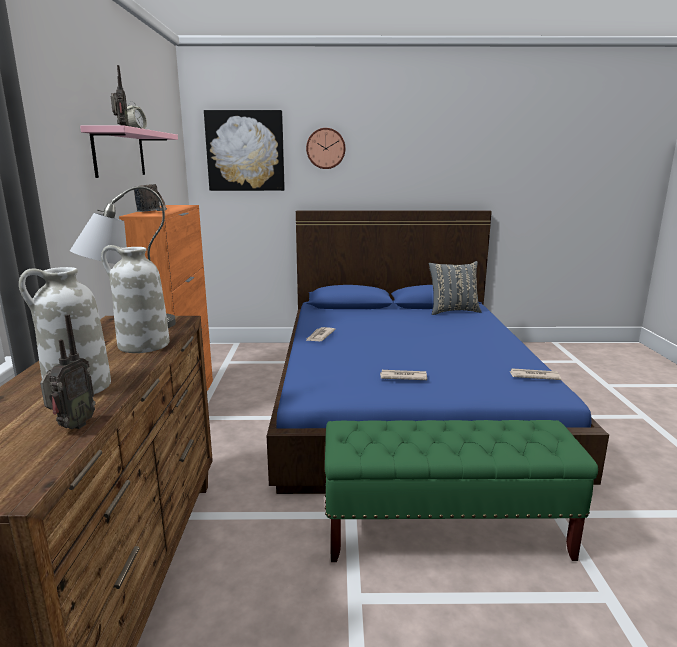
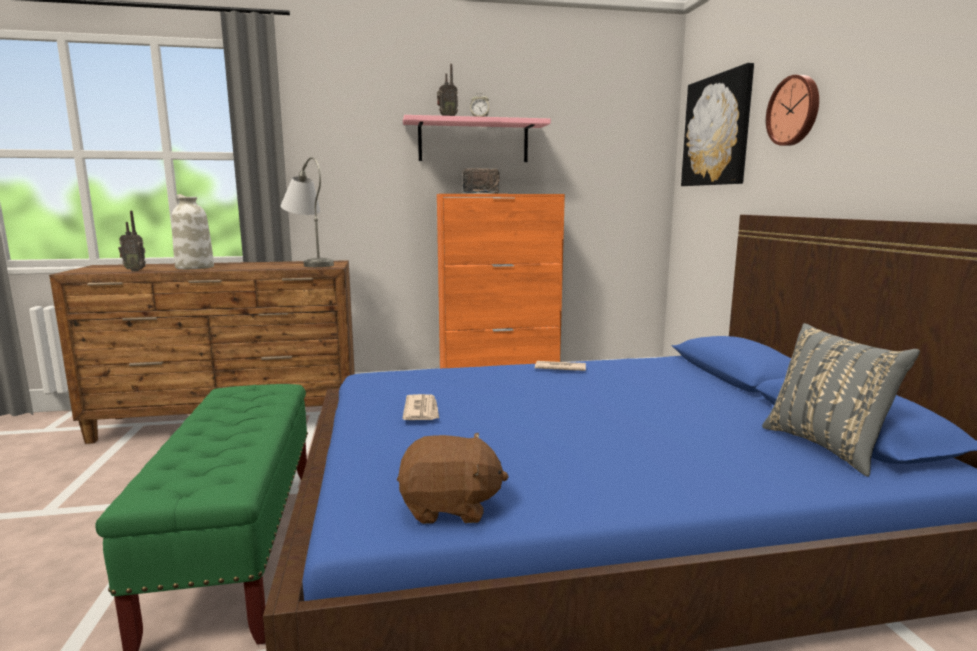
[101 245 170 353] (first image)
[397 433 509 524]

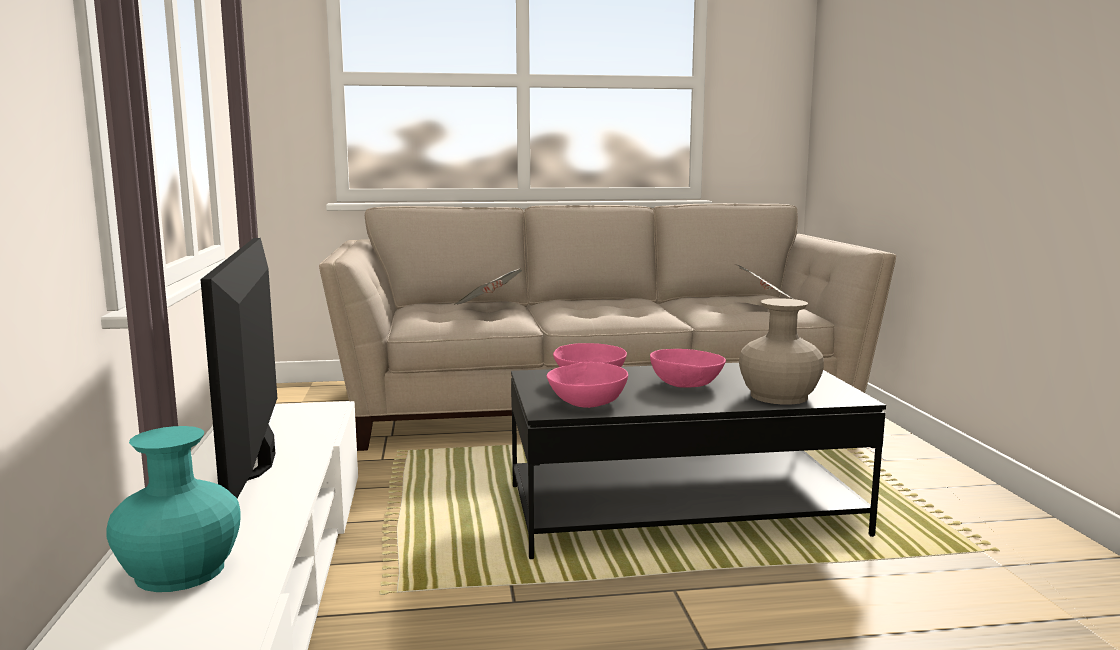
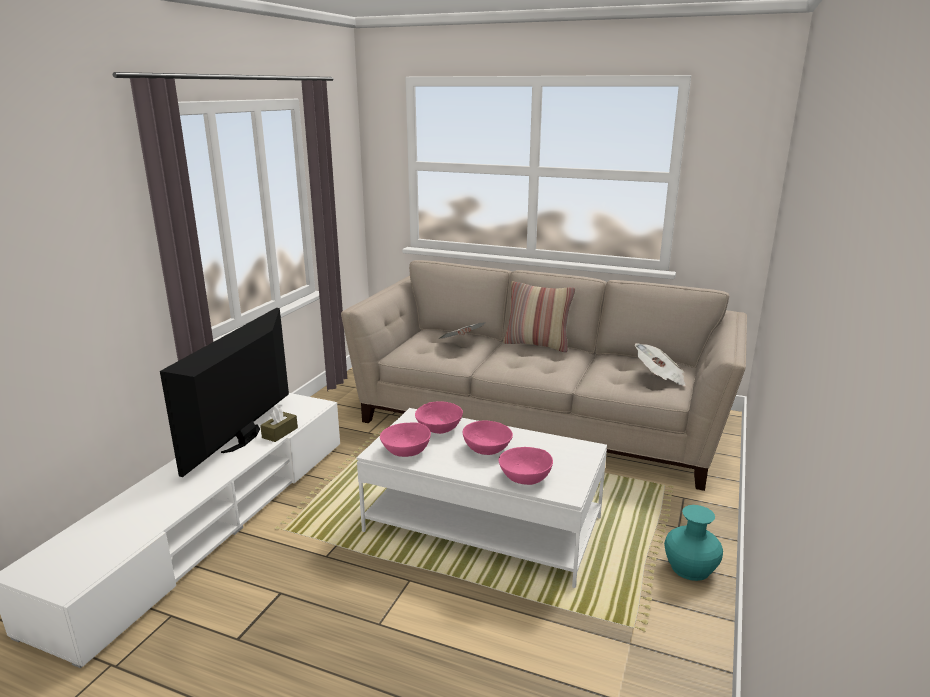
[664 505 723 581]
[357 408 607 588]
[499 447 553 485]
[260 407 298 442]
[503 281 575 352]

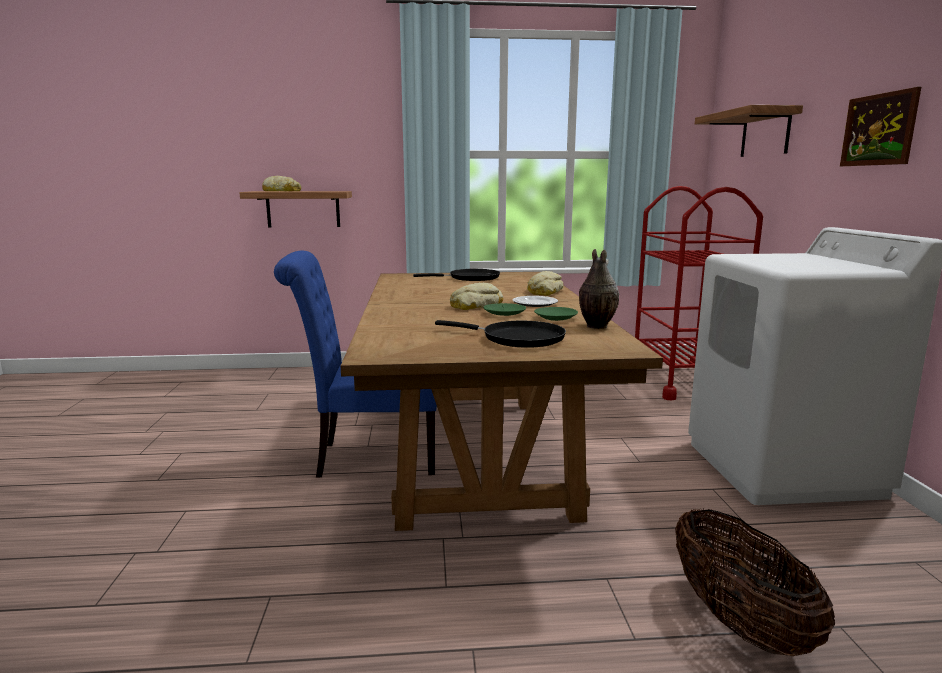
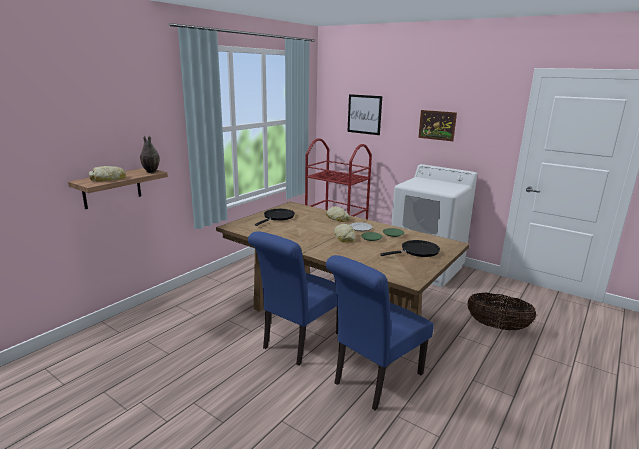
[140 136 160 173]
[347 94 382 135]
[326 255 434 410]

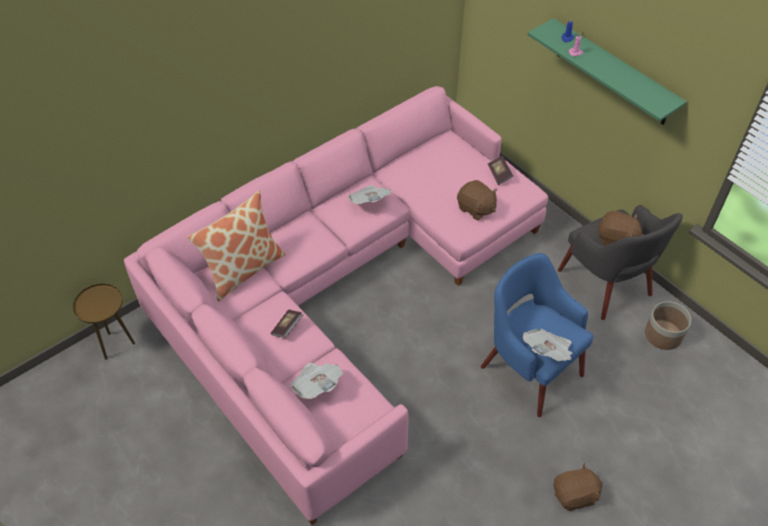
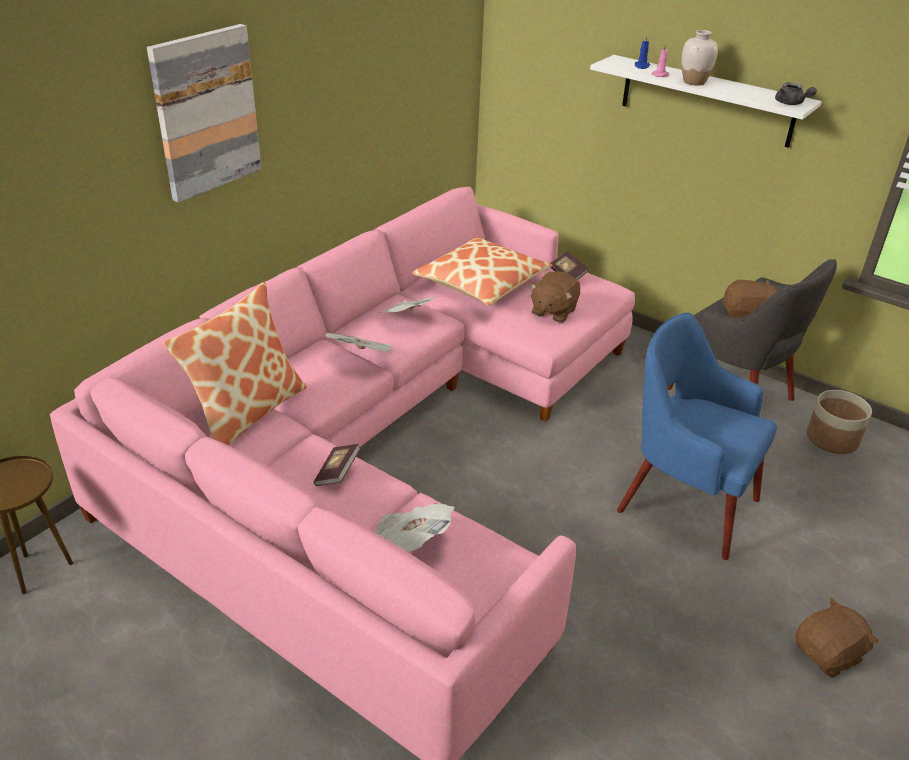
[530 271 580 323]
[325 333 393 353]
[590 55 822 148]
[147 24 262 203]
[412 236 552 306]
[682 30 718 85]
[775 82 817 105]

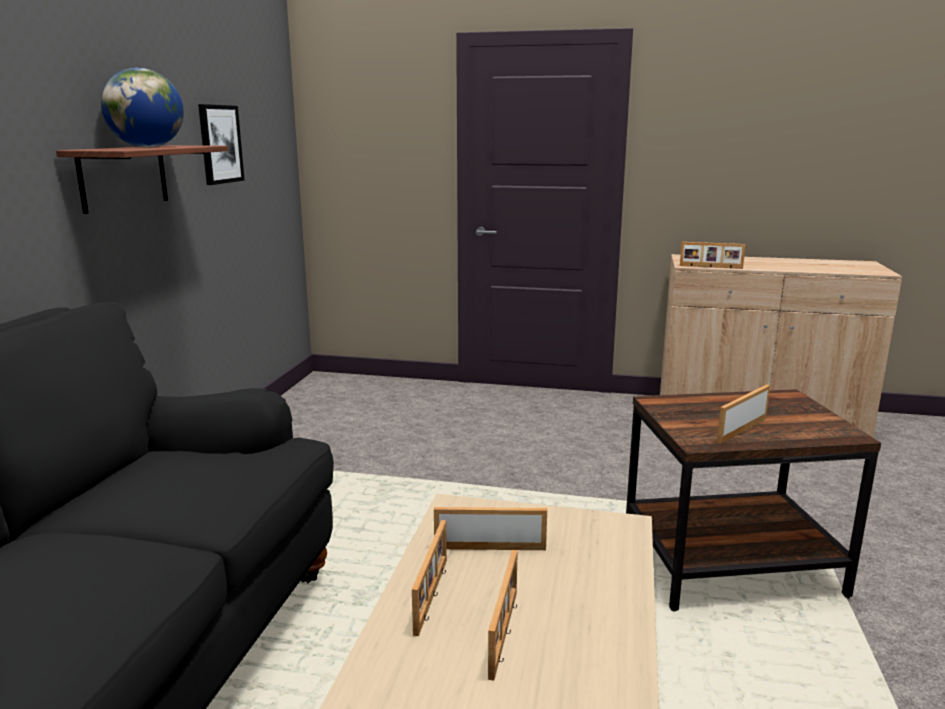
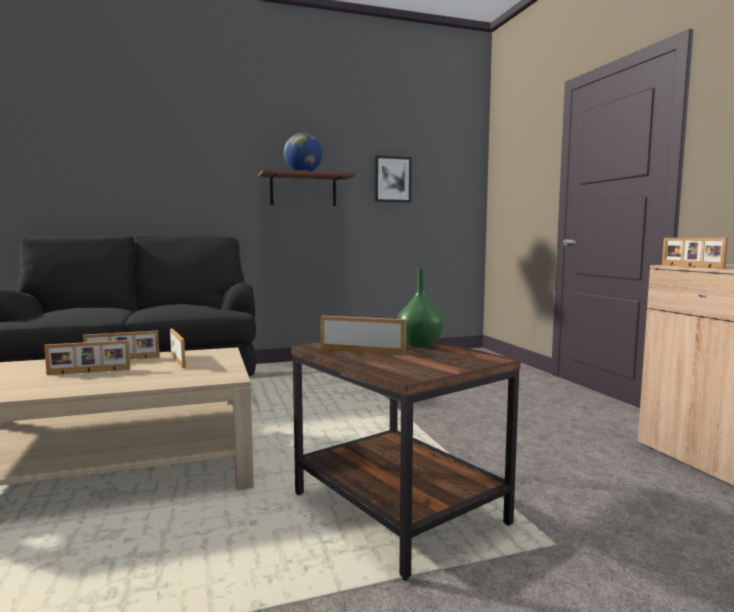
[397 268 444 347]

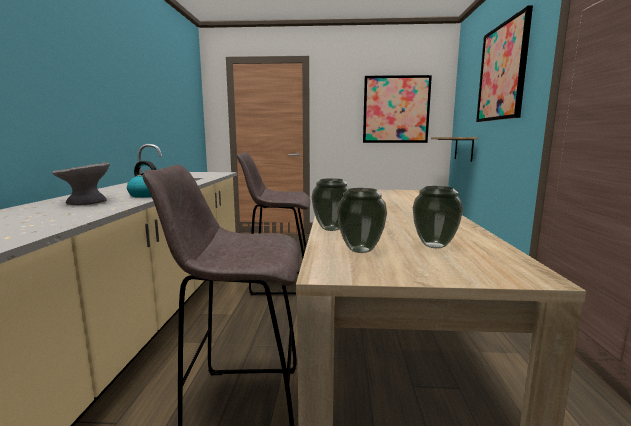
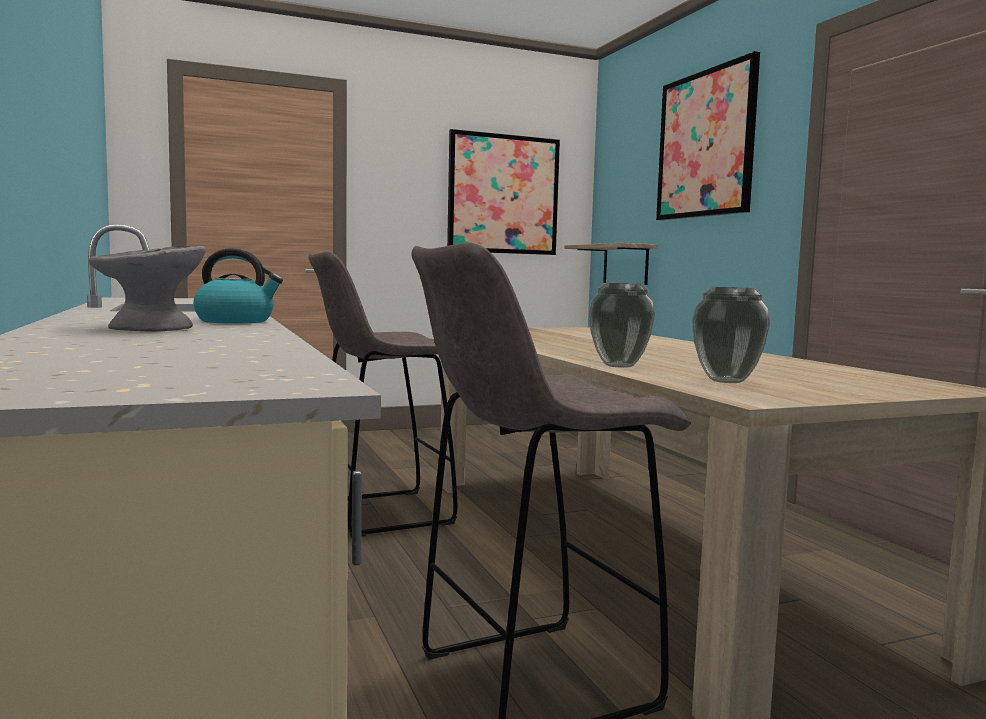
[413 186 463 248] (first image)

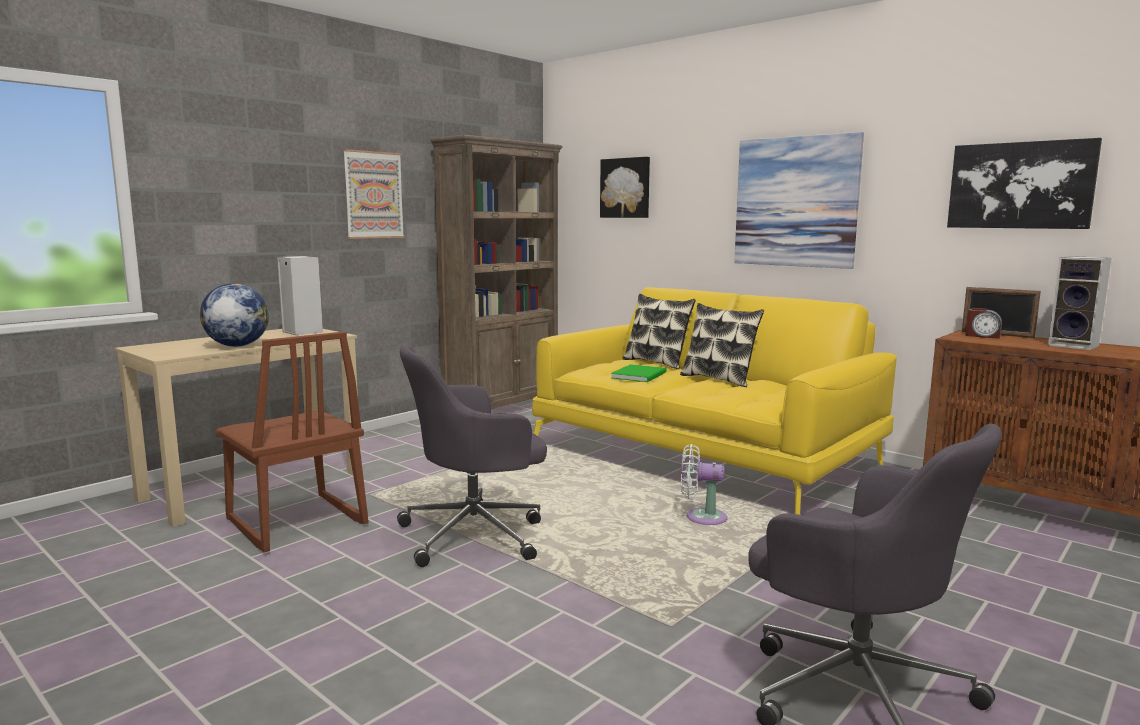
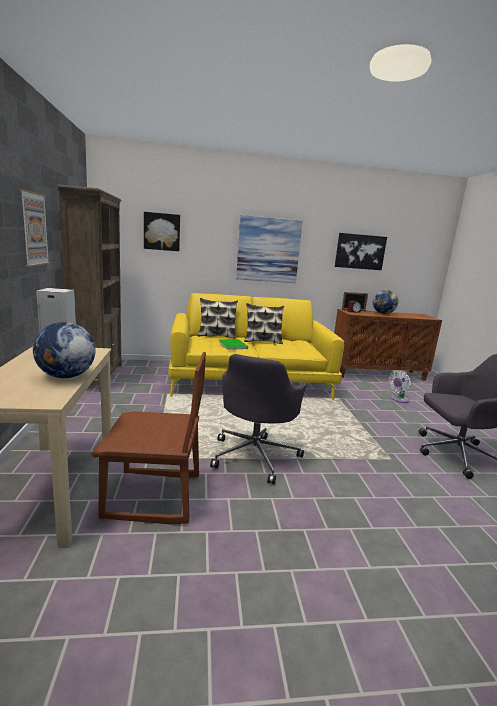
[389 370 411 403]
[373 290 398 314]

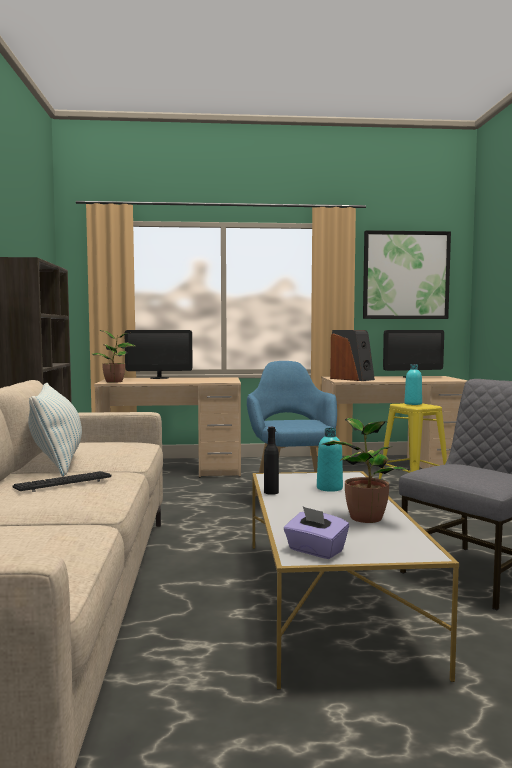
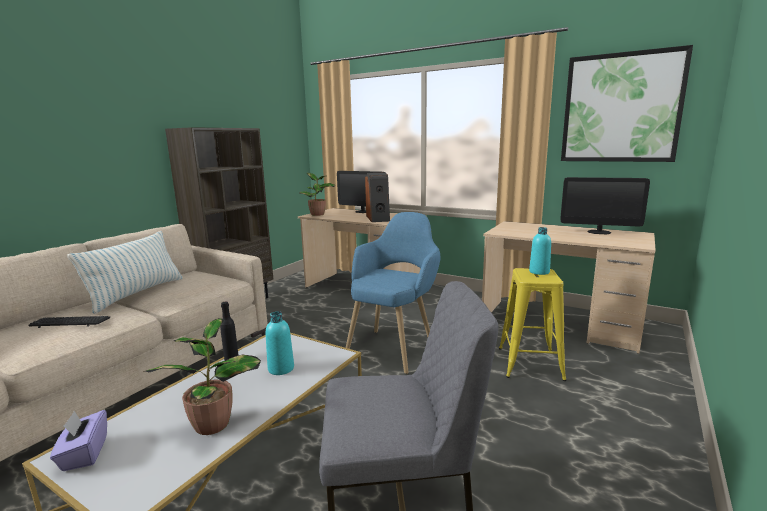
[365 173 390 222]

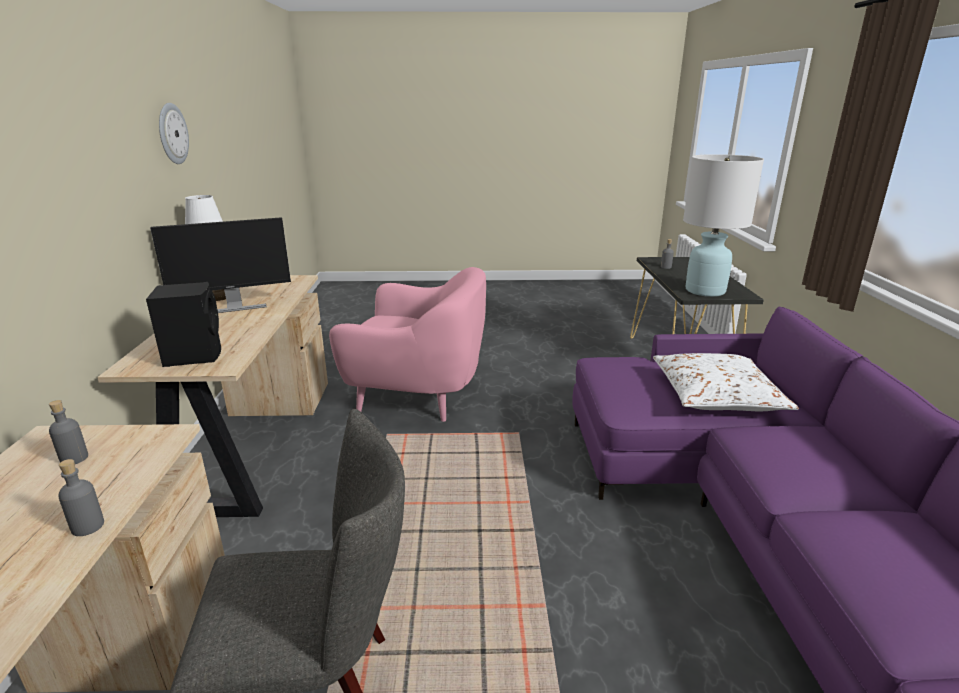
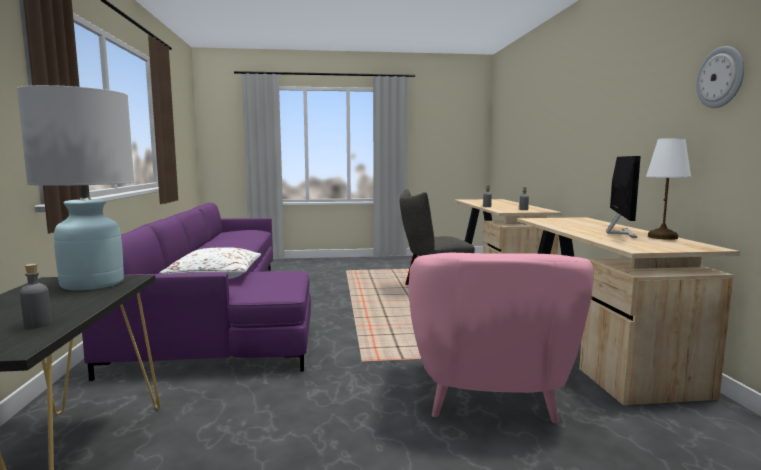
[146 282 221 367] (first image)
[606 156 641 238]
[408 253 594 424]

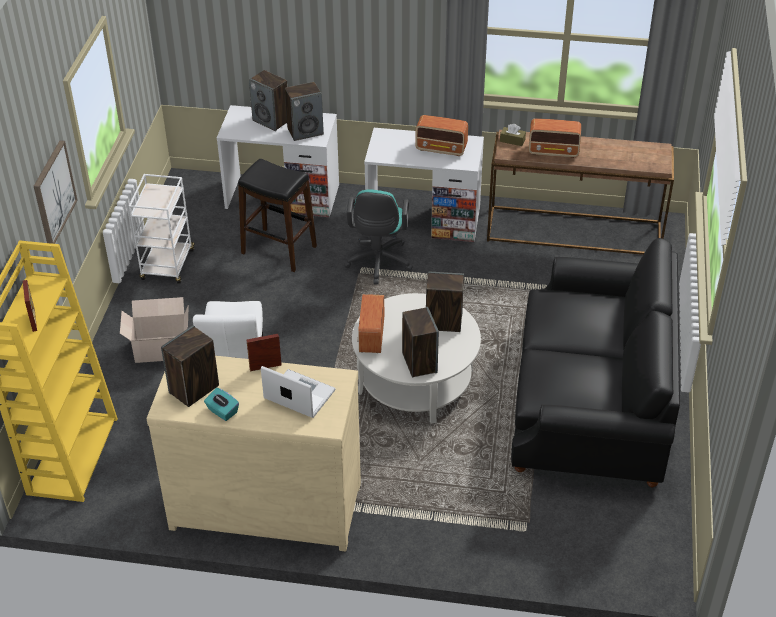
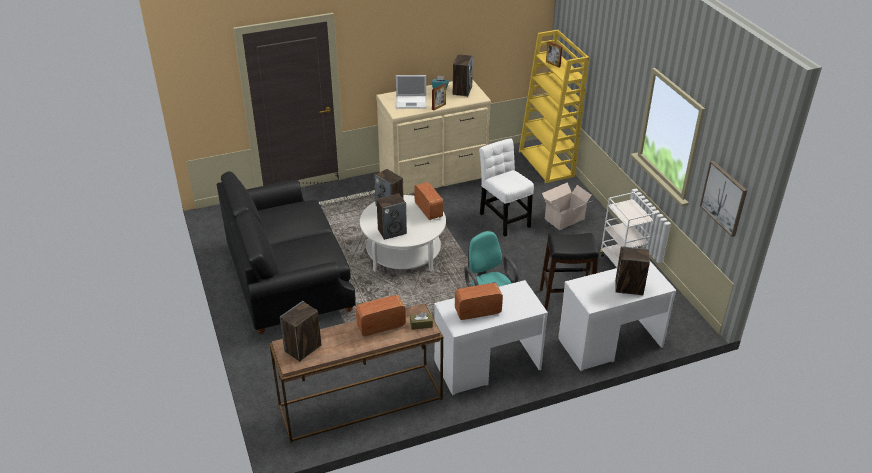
[700 161 747 237]
[280 301 321 361]

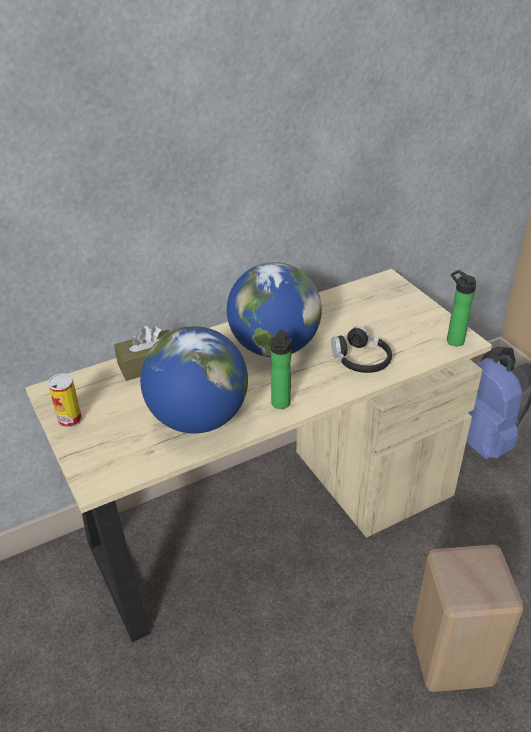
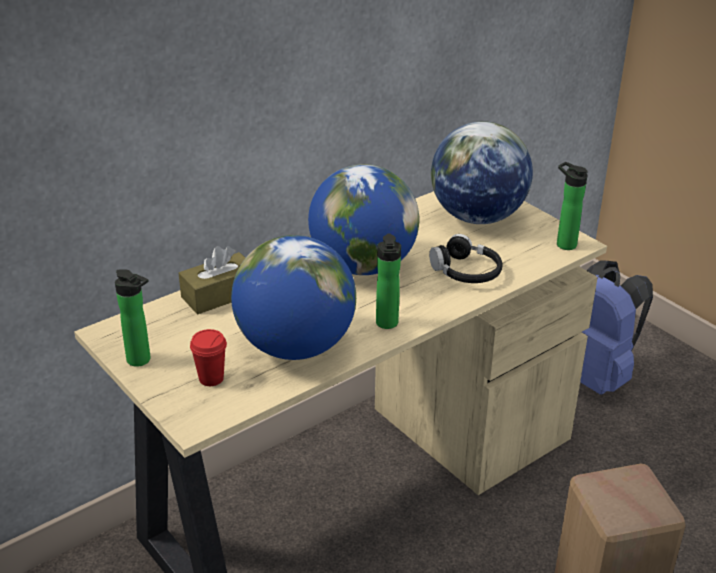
[115 269 151 367]
[190 329 227 386]
[431 121 533 224]

